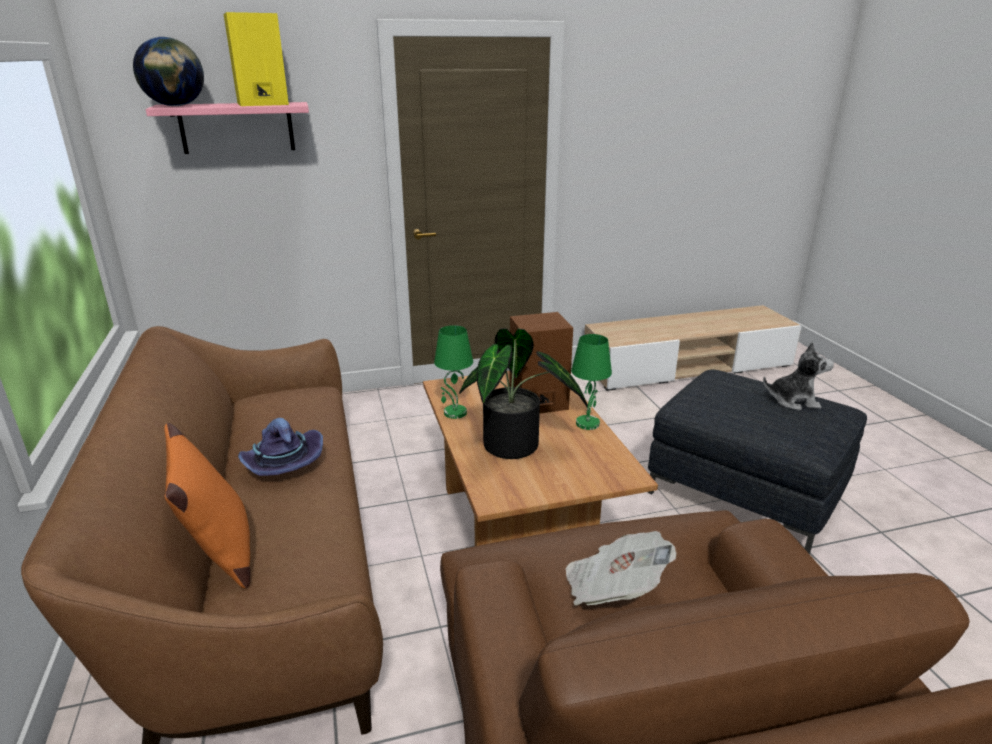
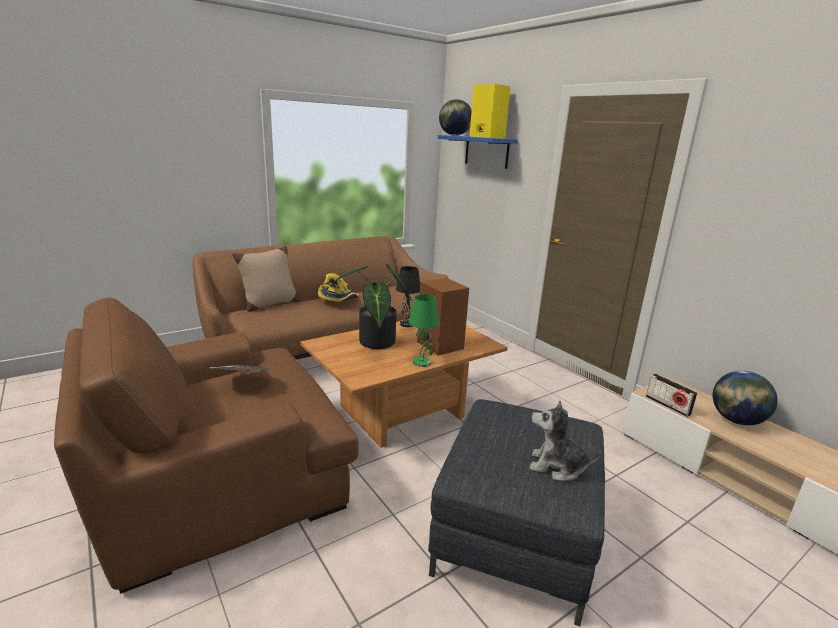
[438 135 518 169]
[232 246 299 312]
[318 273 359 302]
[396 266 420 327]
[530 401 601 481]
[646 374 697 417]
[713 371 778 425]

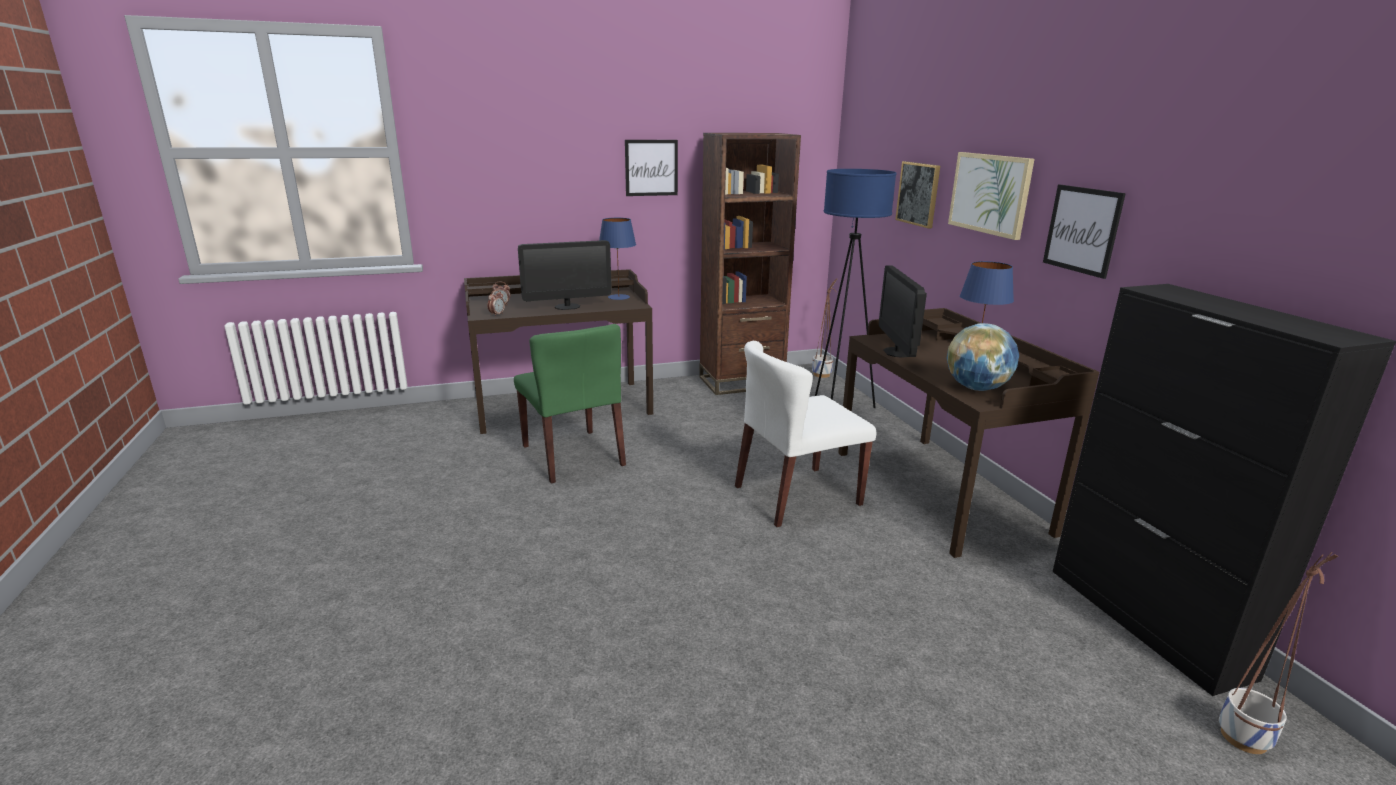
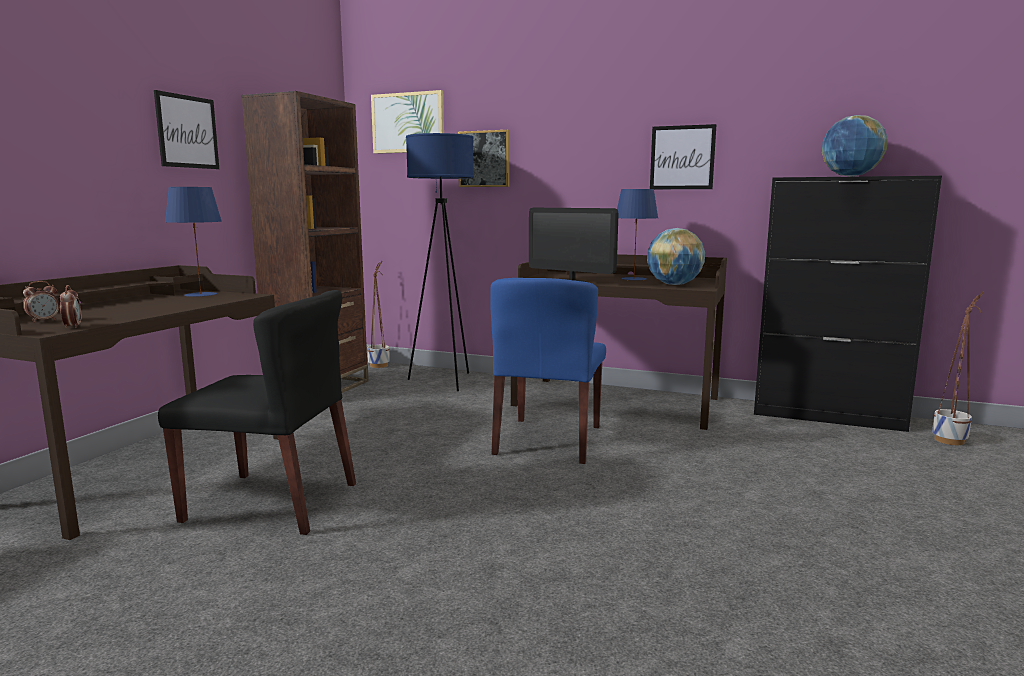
[158 290 356 535]
[518 240 612 310] (first image)
[490 278 606 464]
[371 90 444 154]
[822 115 888 177]

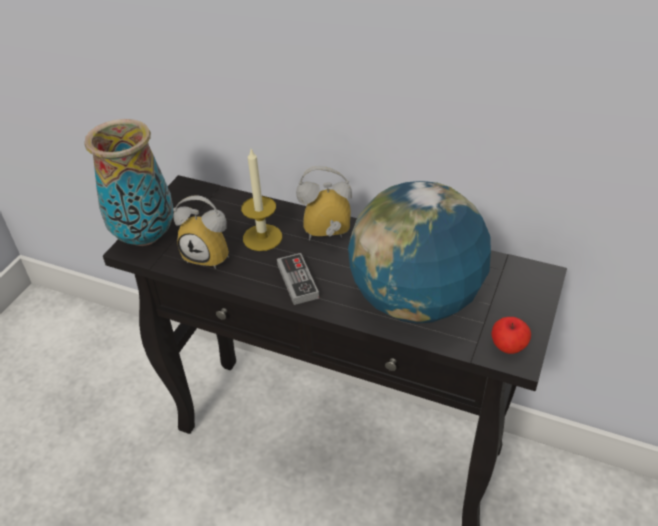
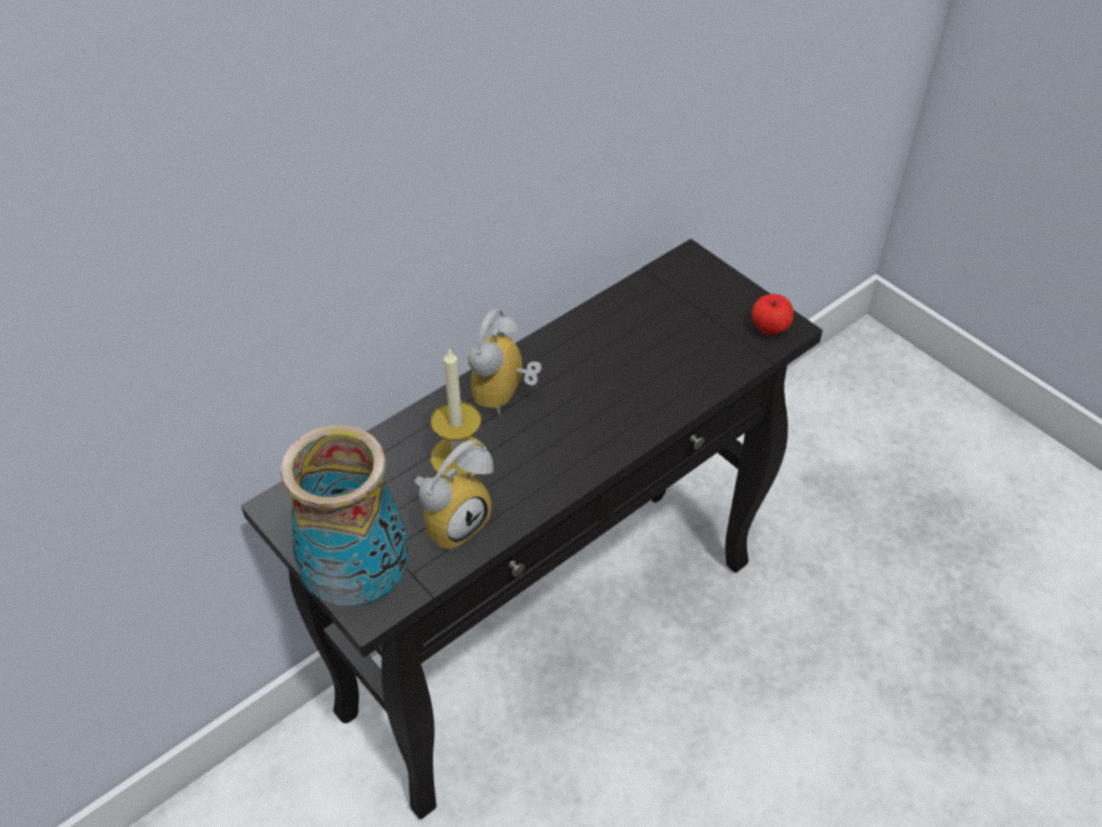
[277 253 319 305] (first image)
[348 181 491 324] (first image)

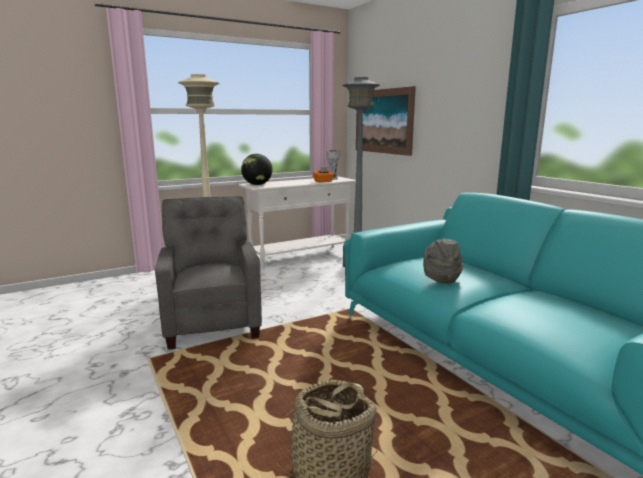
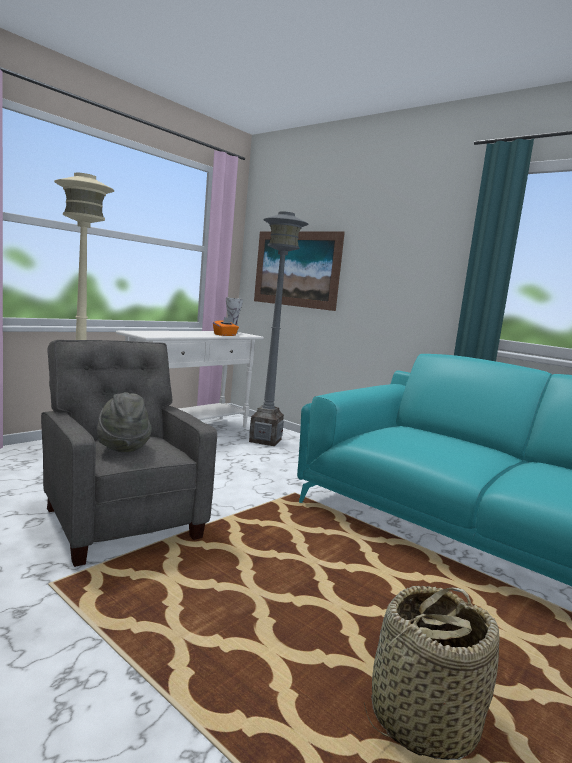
[241 154 272 185] (first image)
[97 392 152 452]

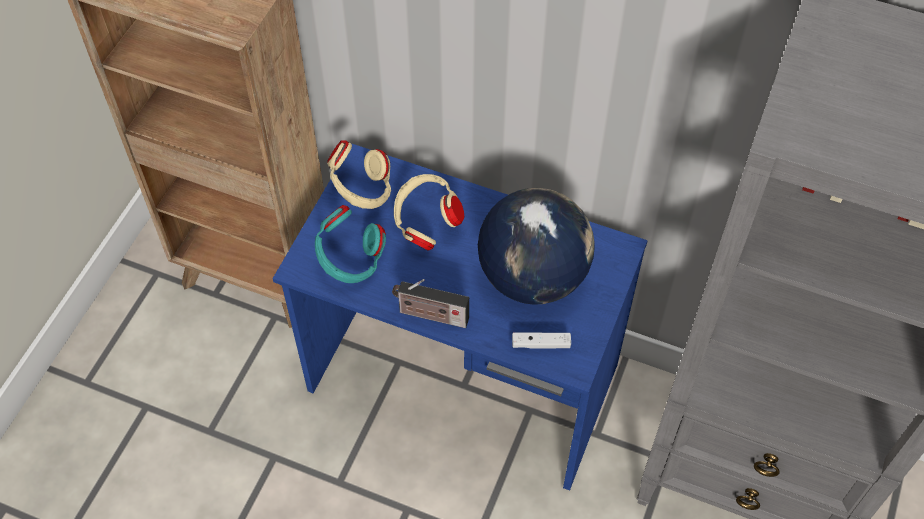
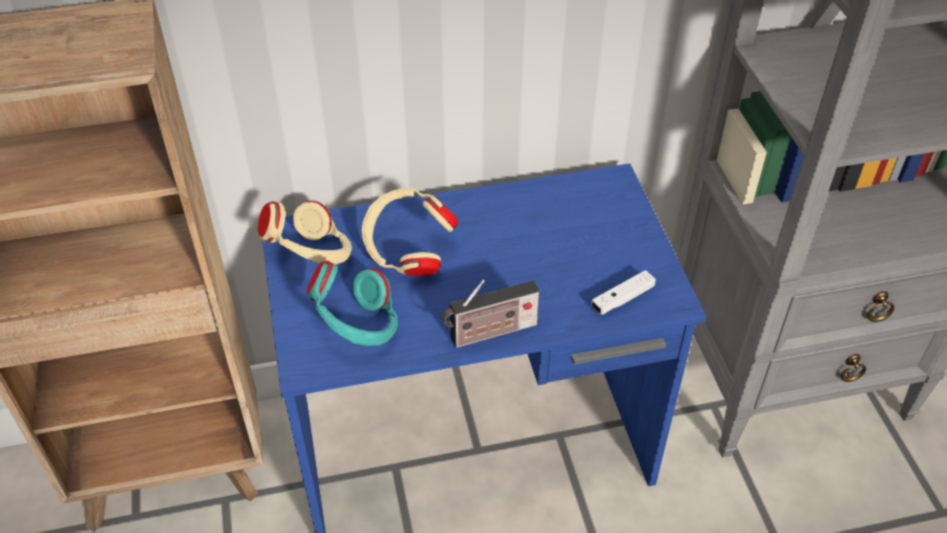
[478 188 595 305] (first image)

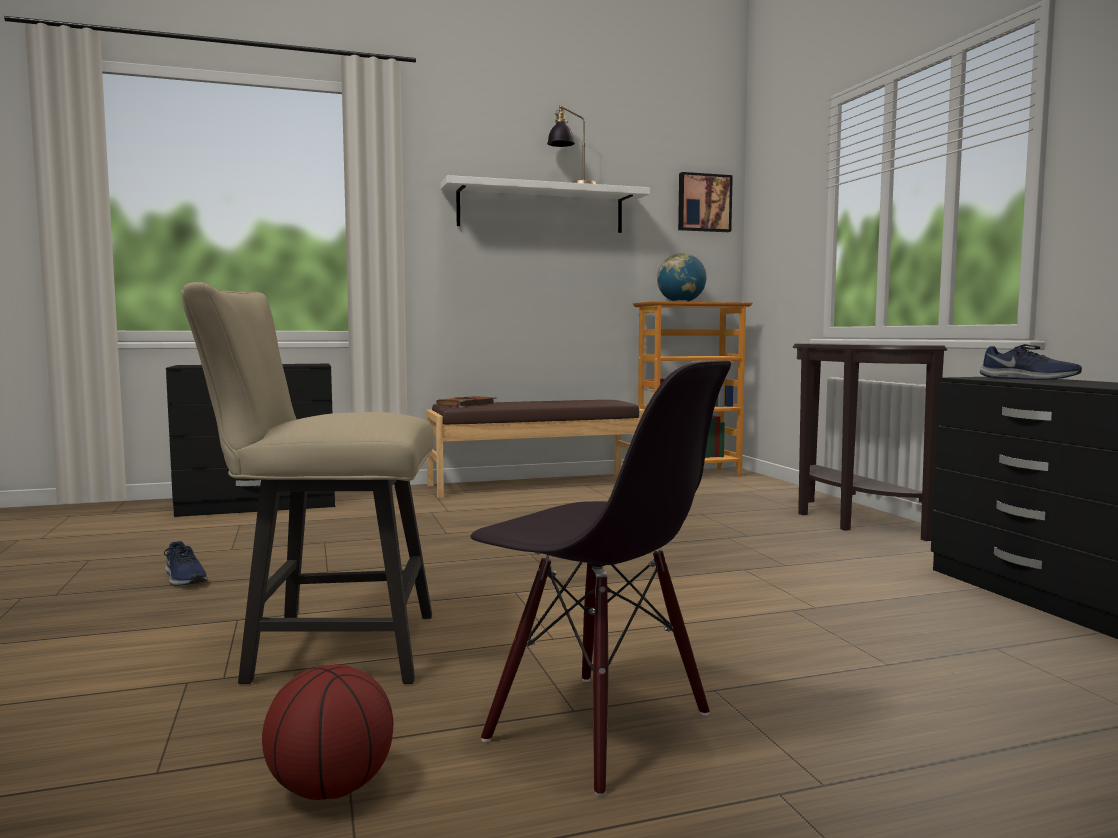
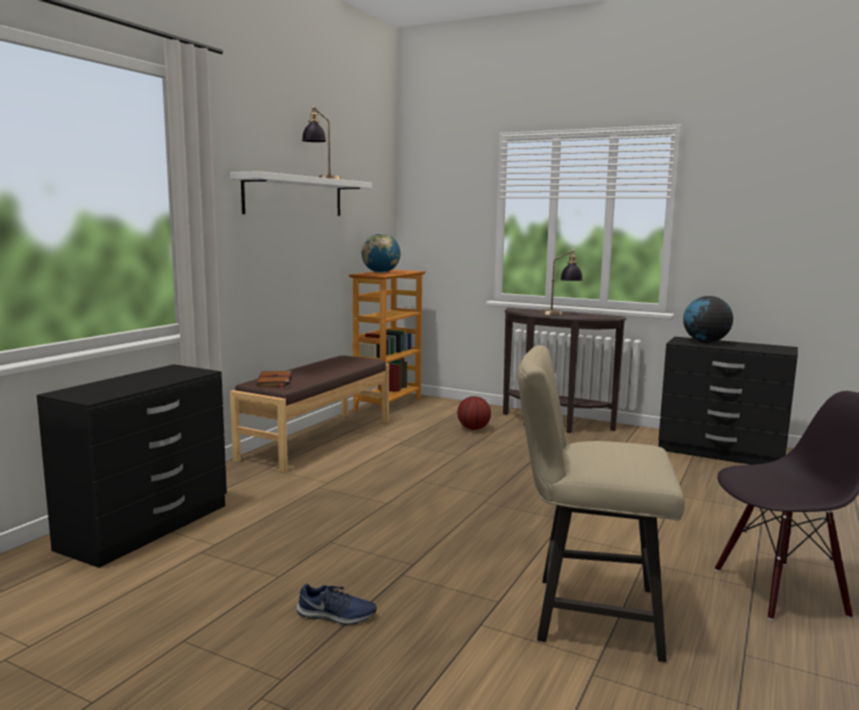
[518 345 685 662]
[457 396 491 430]
[678 172 733 232] (first image)
[683 296 733 343]
[541 249 583 315]

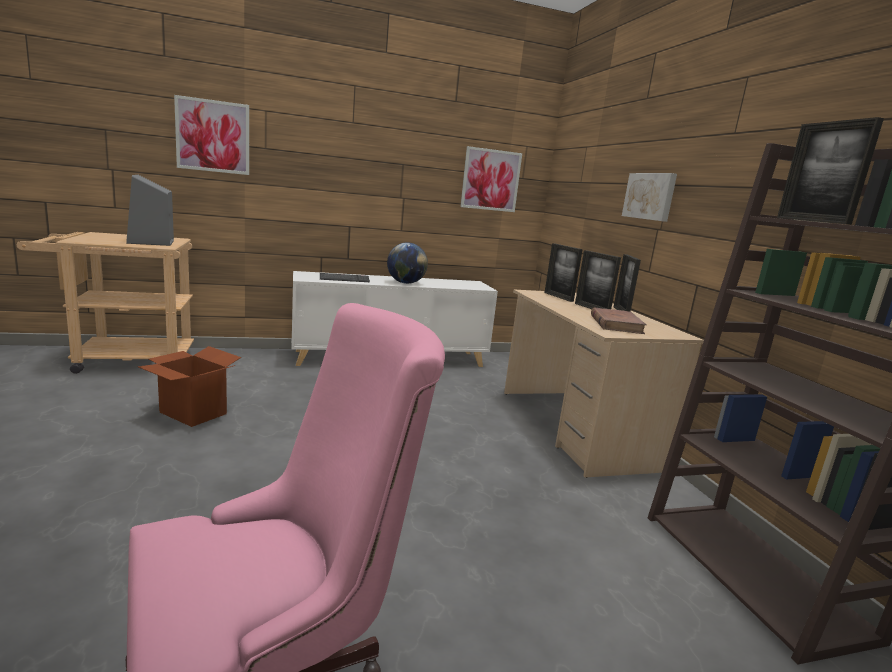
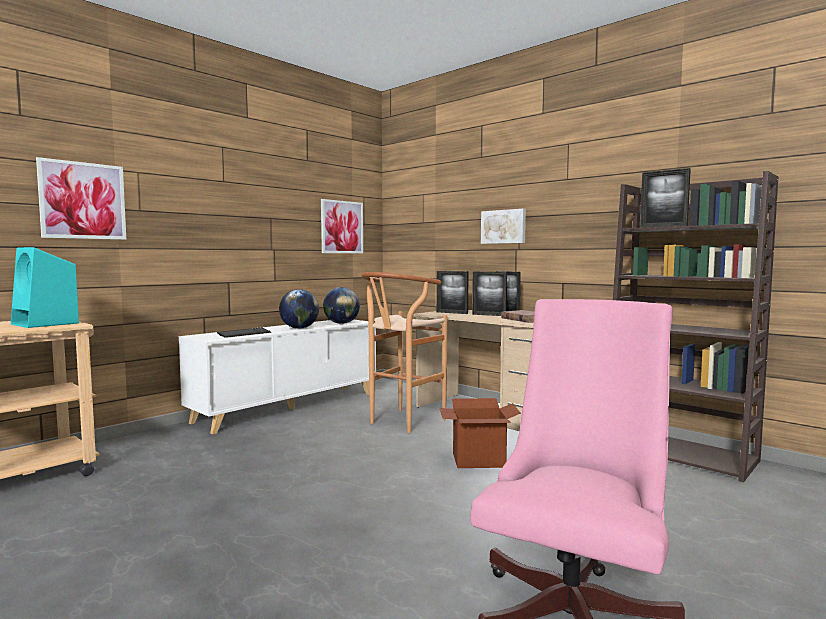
[11 247 79 328]
[440 398 521 468]
[323 287 360 324]
[362 272 447 433]

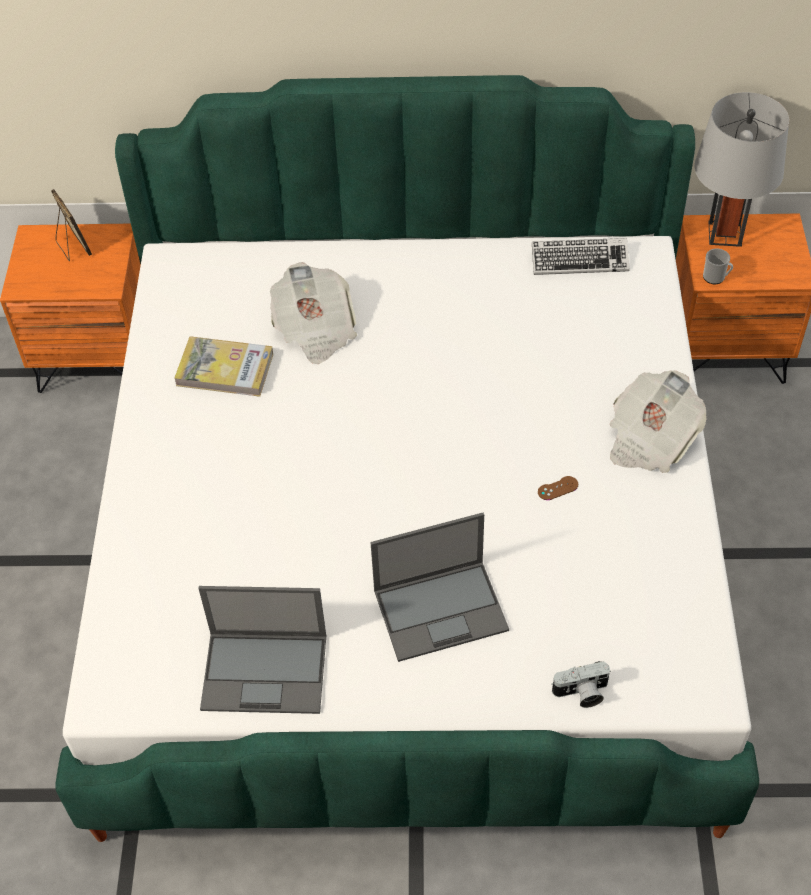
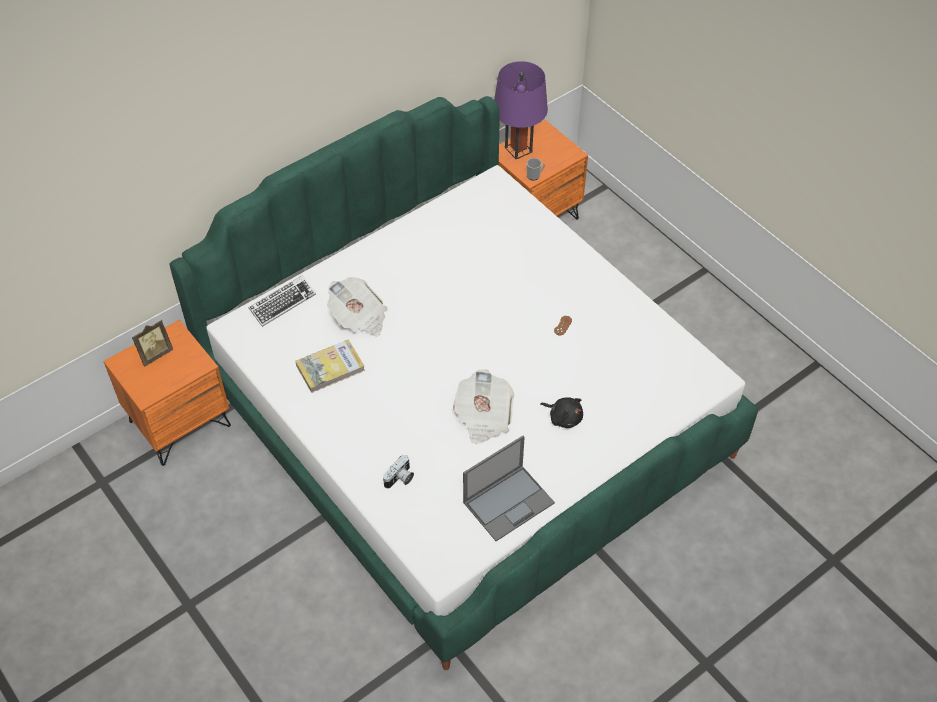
[132 320 173 366]
[540 397 583 428]
[249 275 316 327]
[383 455 414 489]
[453 369 514 444]
[494 61 548 159]

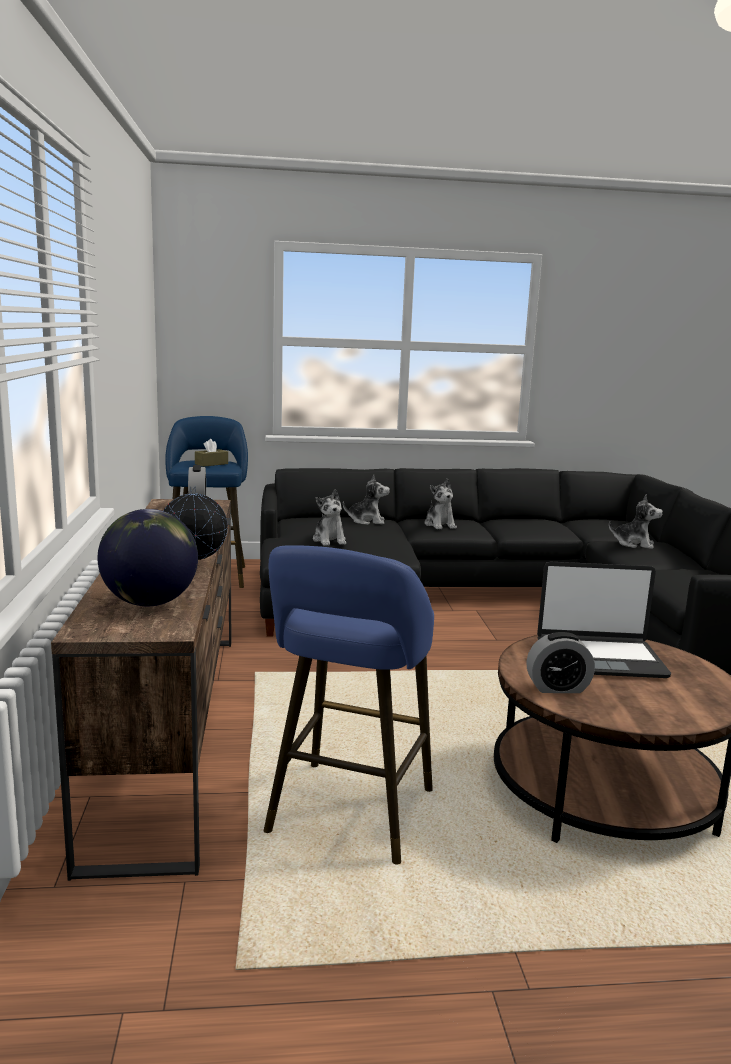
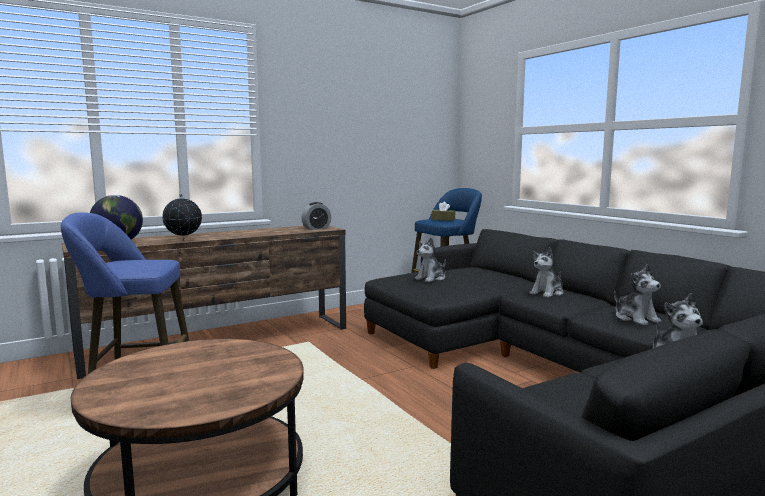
[614 264 661 325]
[526 632 595 693] (first image)
[537 562 671 678] (first image)

